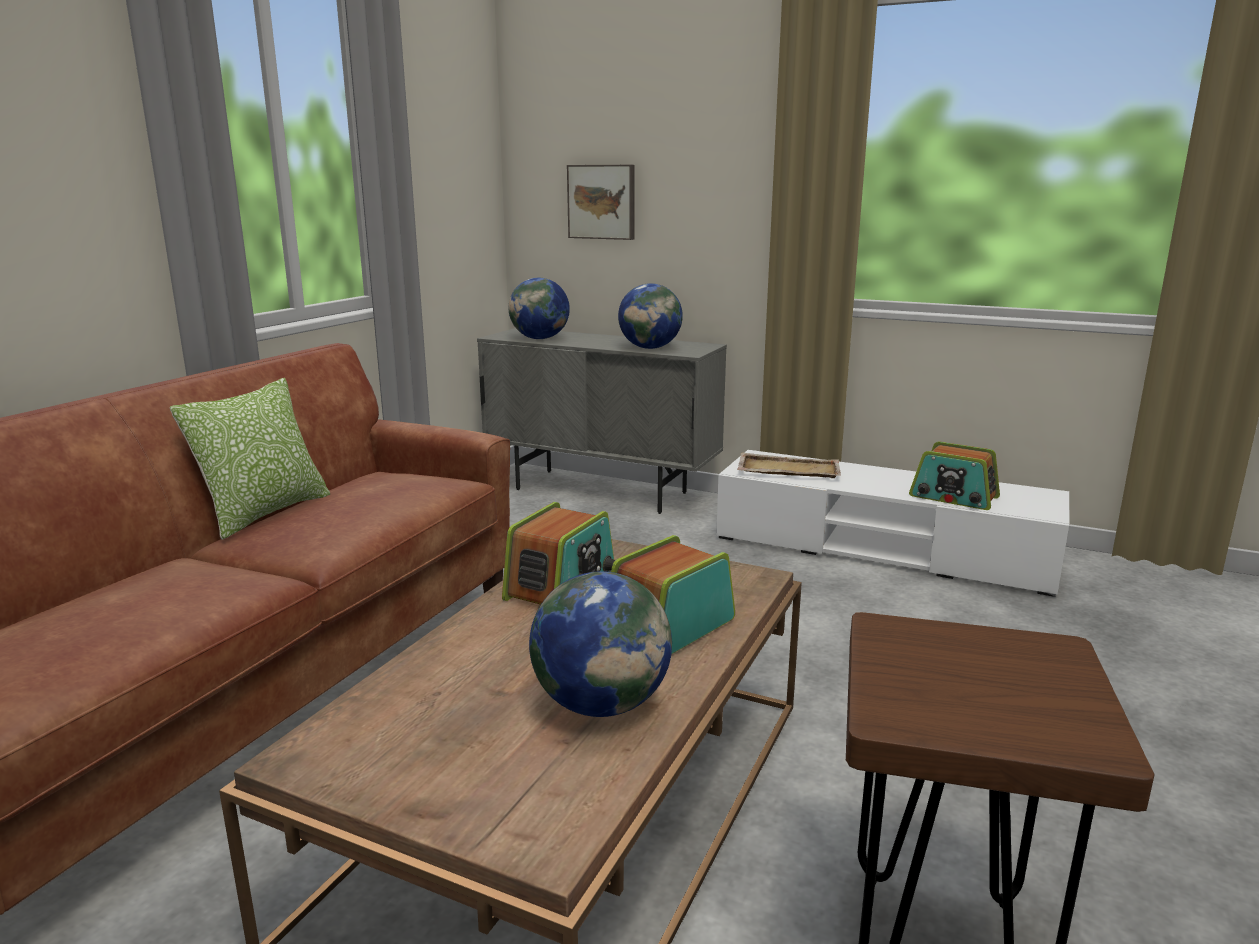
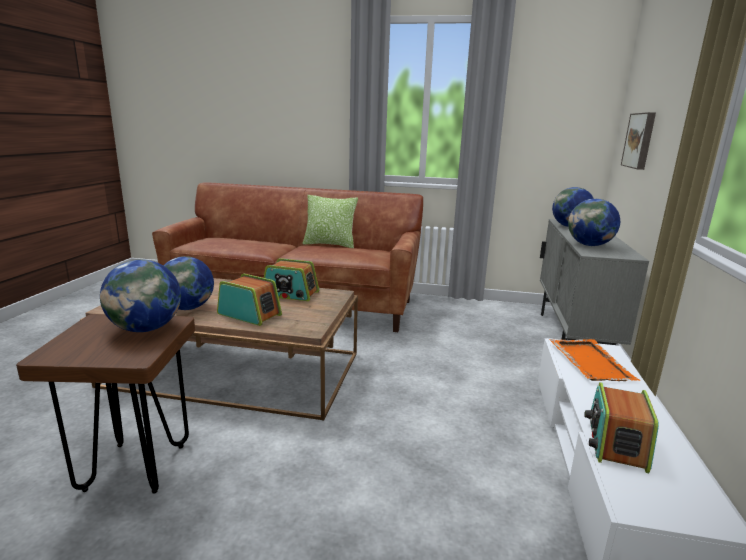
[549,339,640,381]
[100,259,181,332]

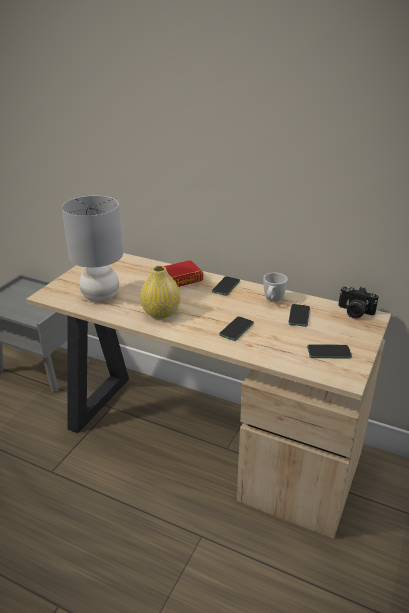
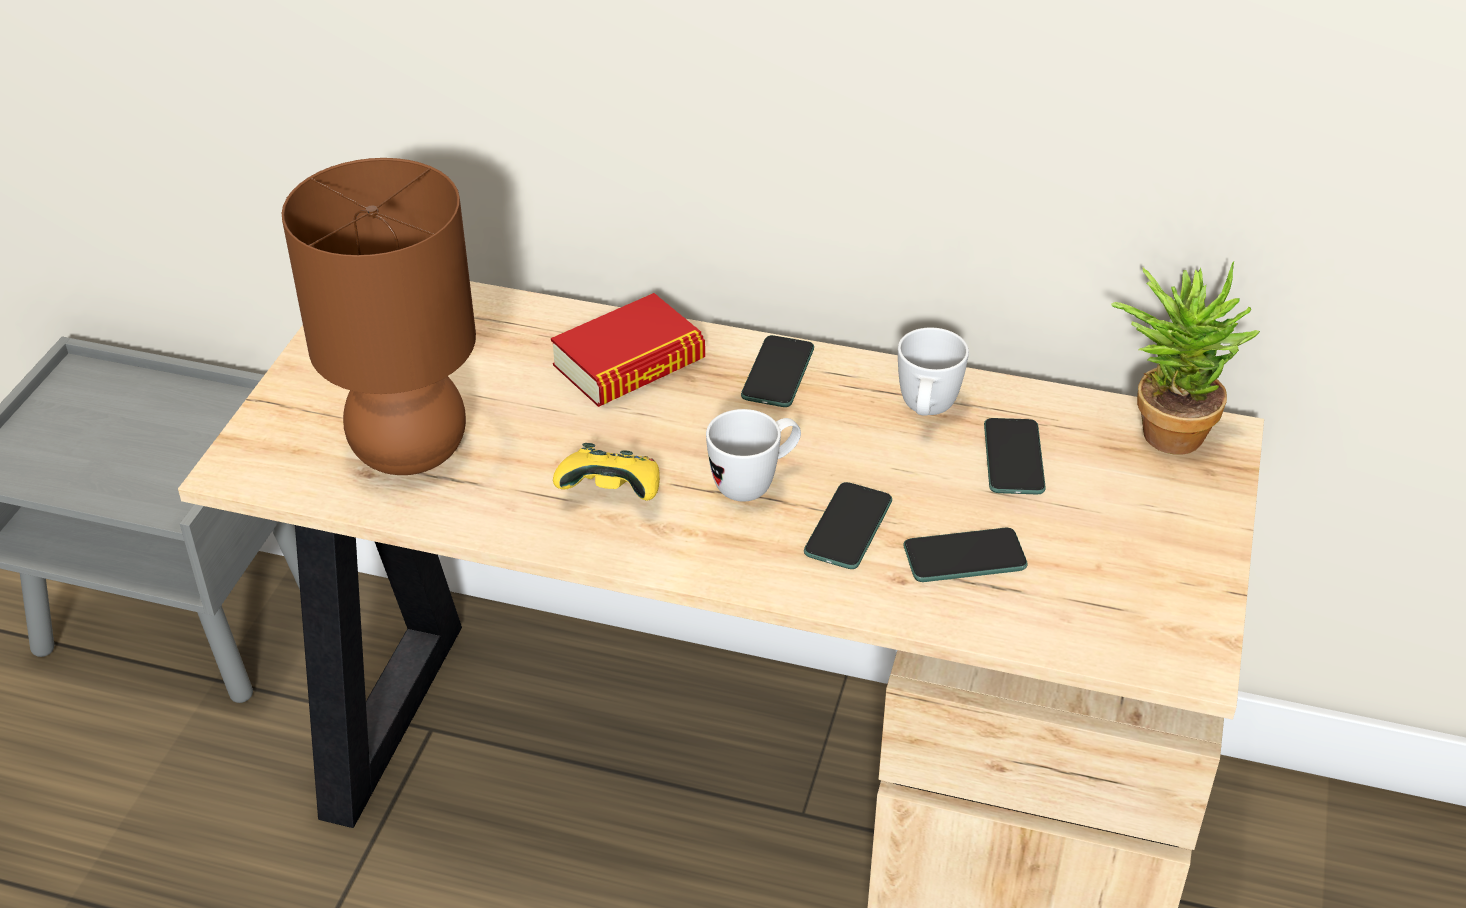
[282,158,476,475]
[553,443,660,500]
[1111,261,1260,455]
[903,528,1028,582]
[706,409,801,502]

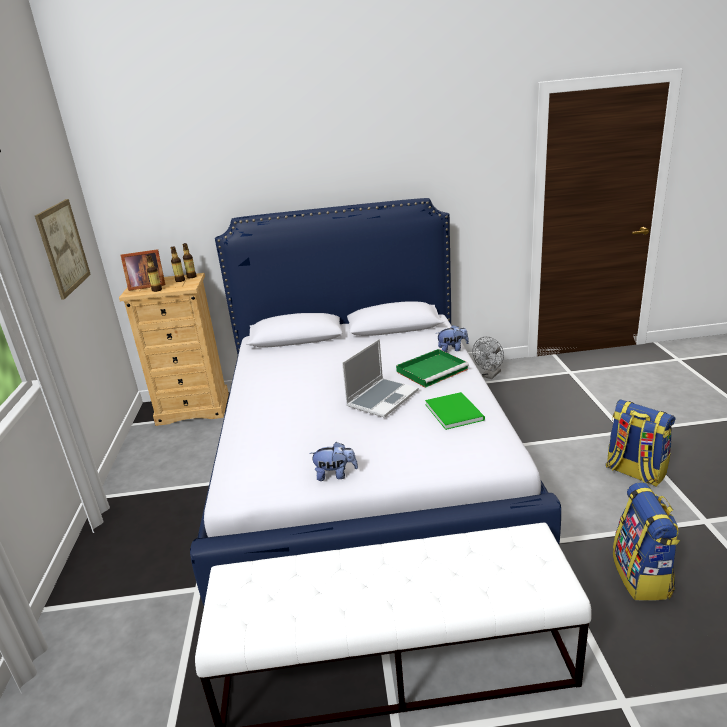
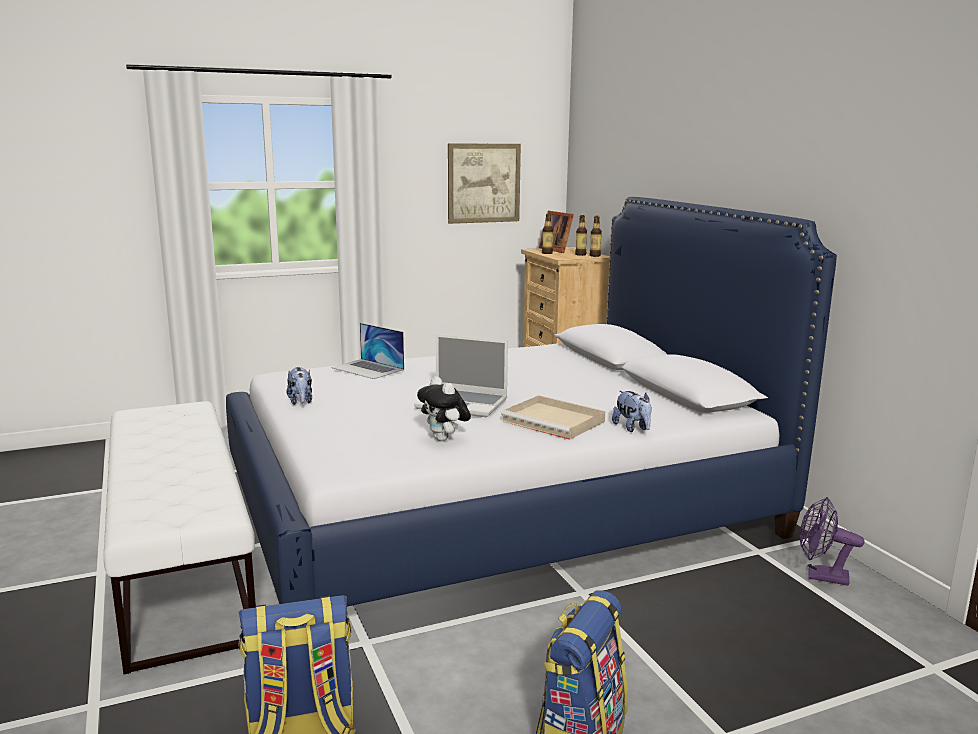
[800,497,865,586]
[501,395,605,440]
[417,376,471,441]
[331,323,404,379]

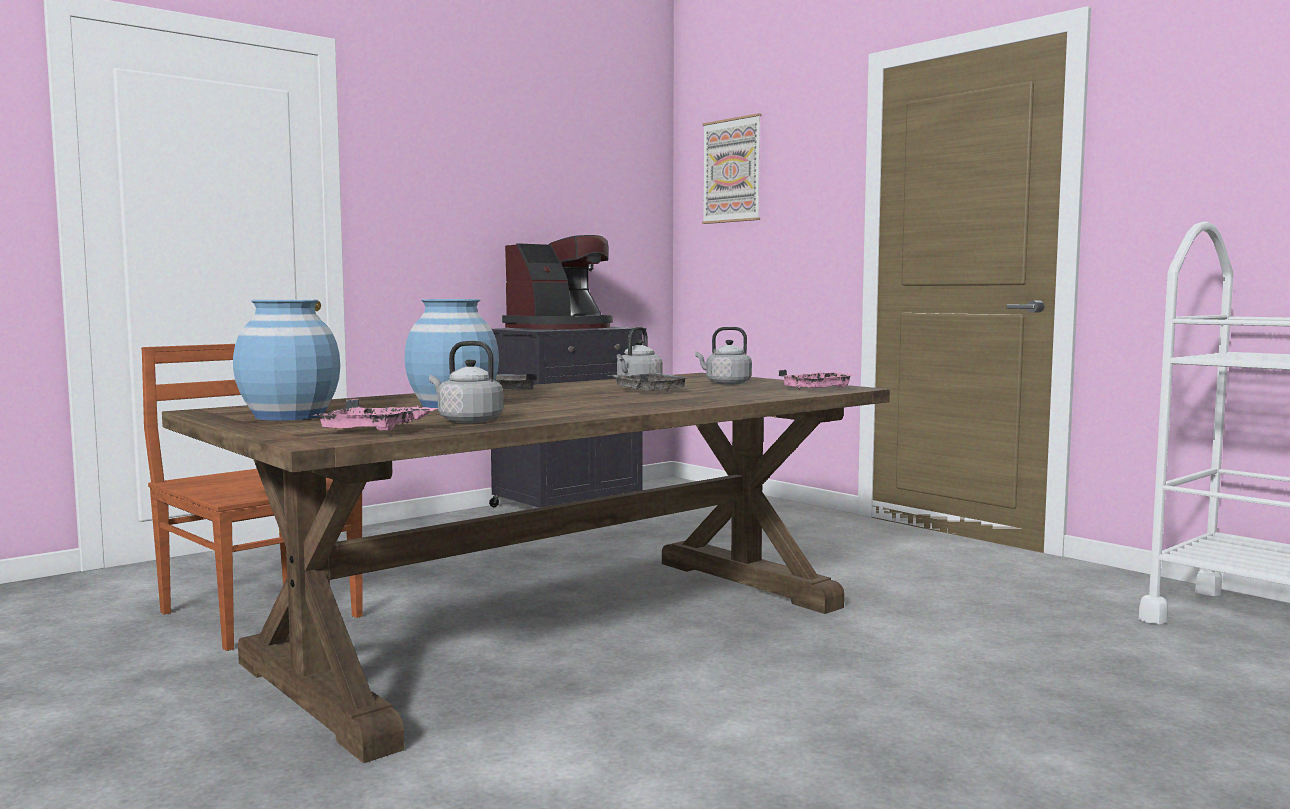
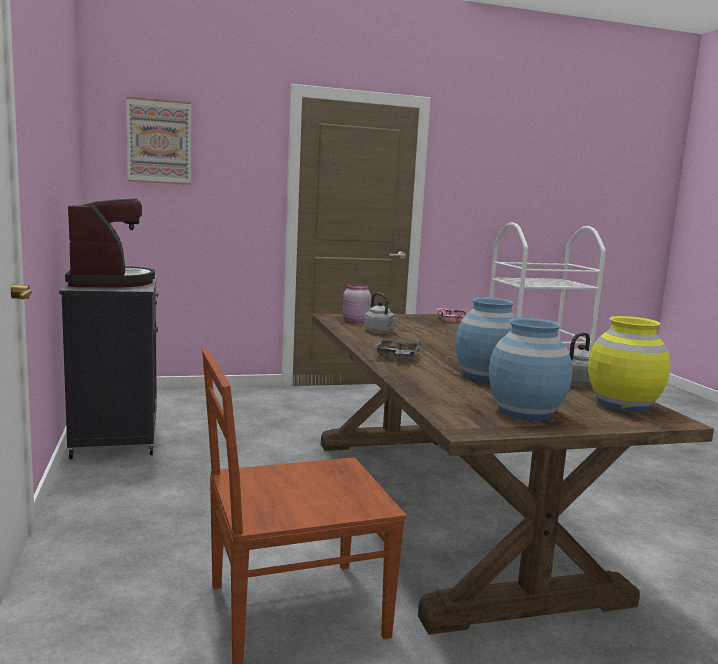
[695,327,752,385] (first image)
[610,373,688,392] (first image)
[588,316,671,412]
[343,284,371,323]

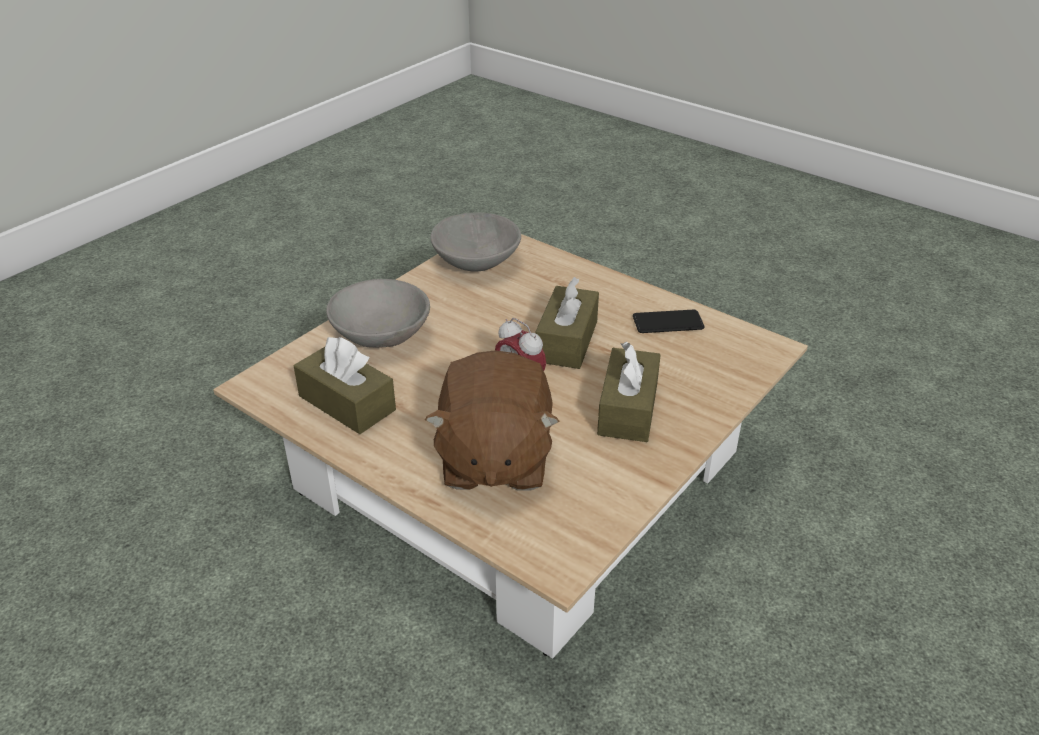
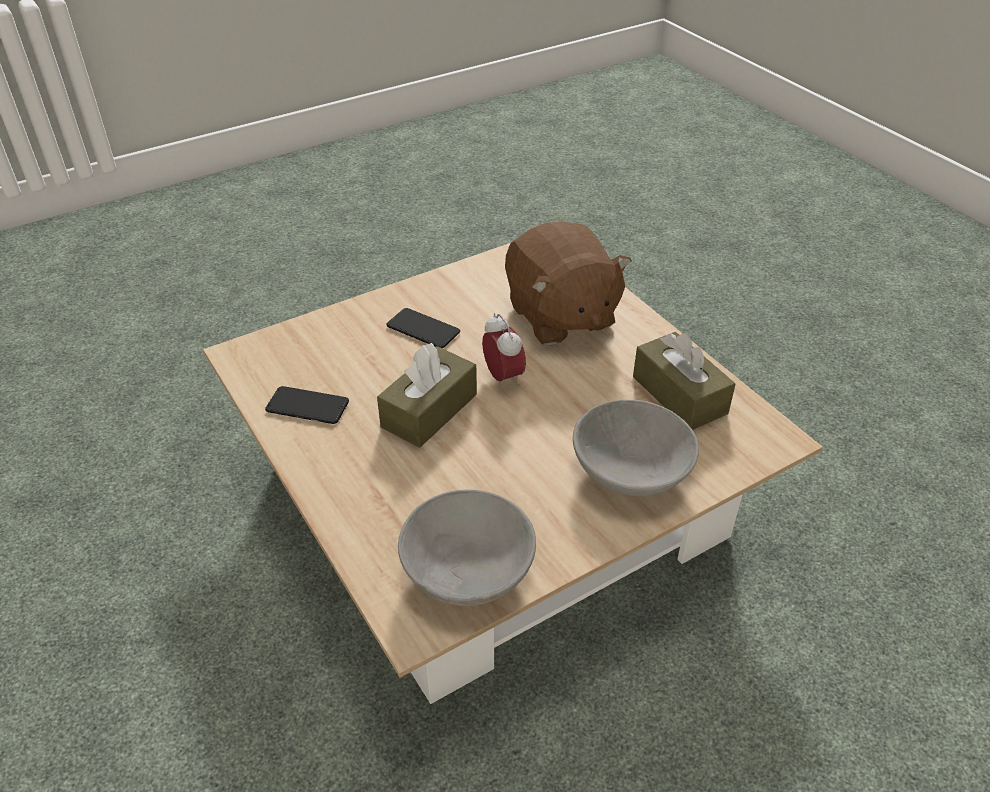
[386,308,460,348]
[505,222,632,345]

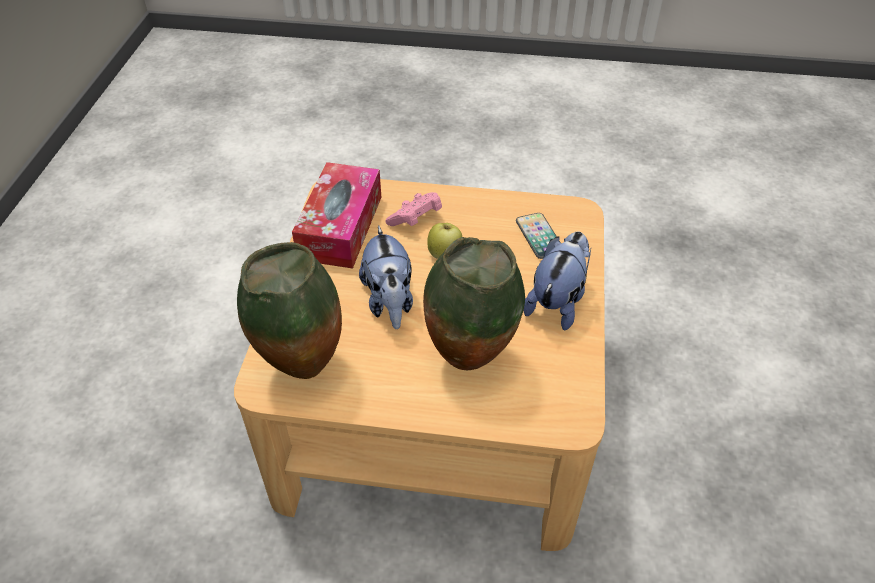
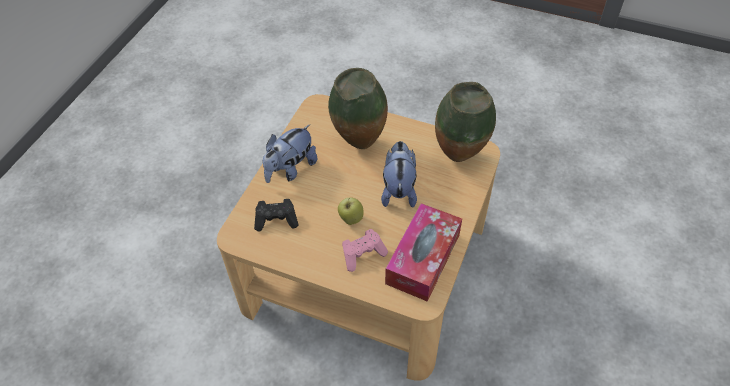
[254,199,299,232]

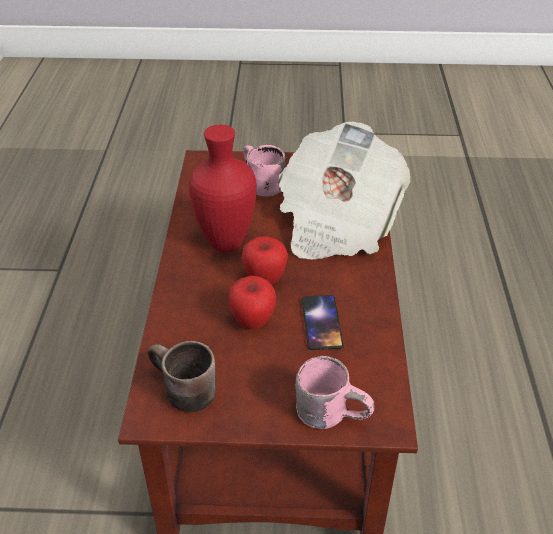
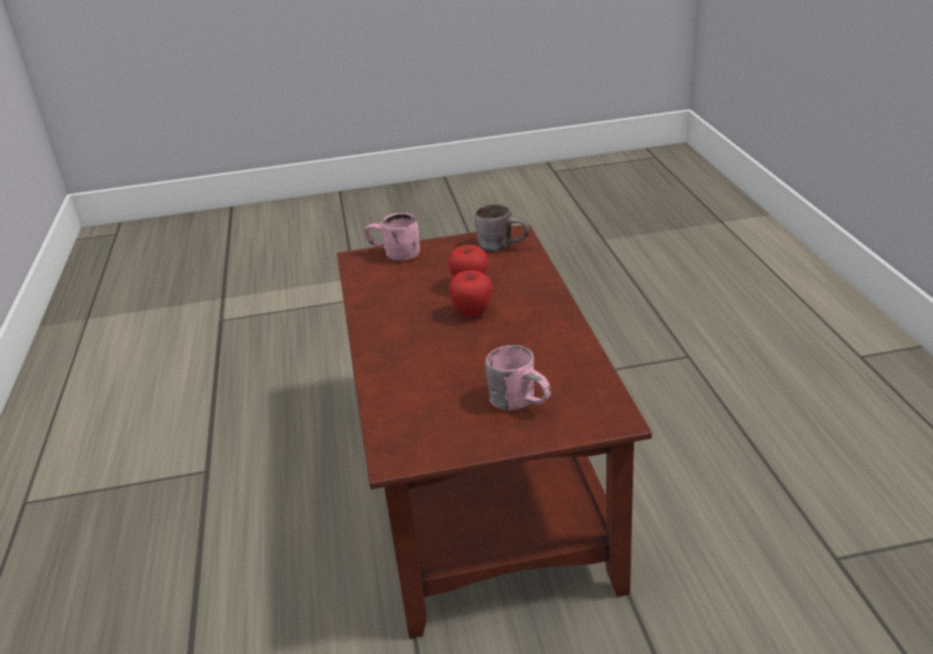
[278,122,411,260] (first image)
[189,125,257,252] (first image)
[302,295,344,350] (first image)

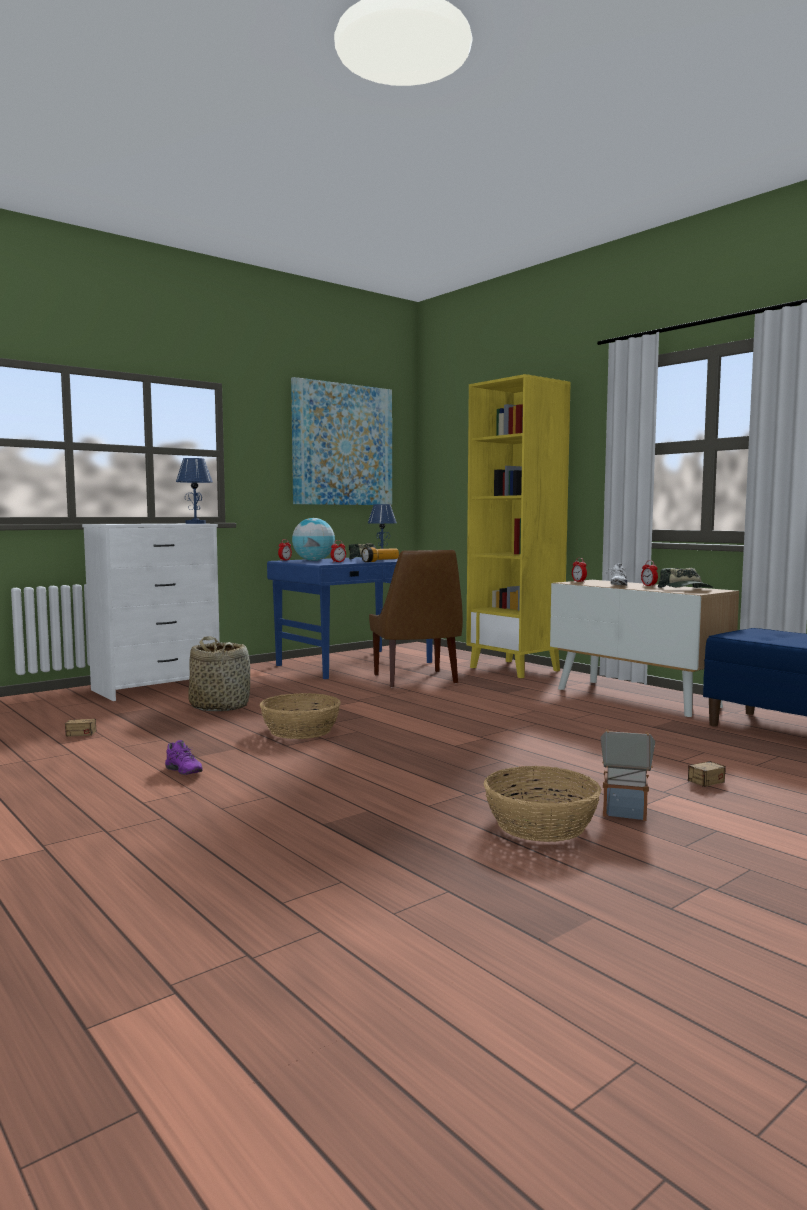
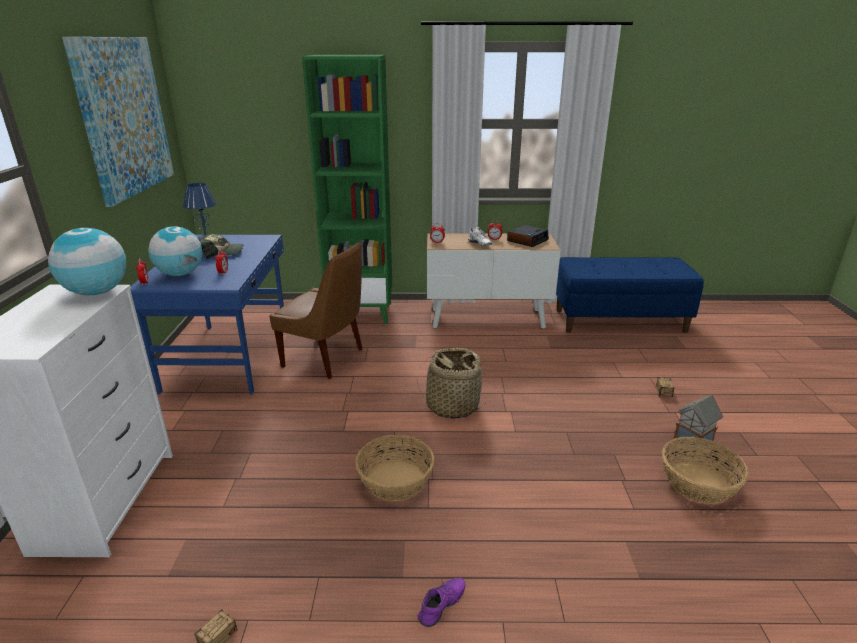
[302,55,392,324]
[48,228,126,295]
[361,547,399,562] (first image)
[507,225,549,247]
[417,348,486,419]
[417,578,466,627]

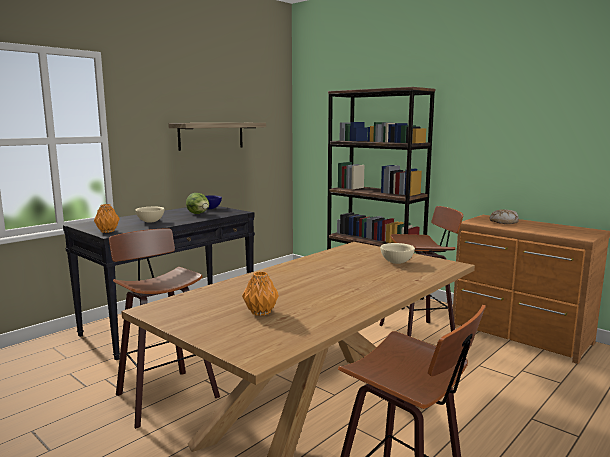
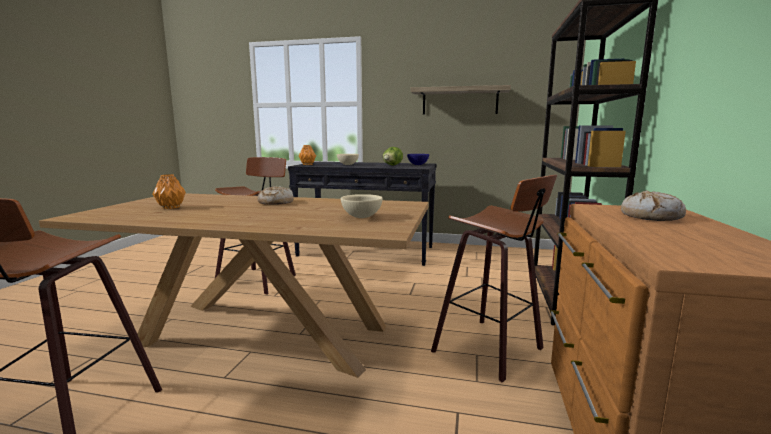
[257,186,294,205]

